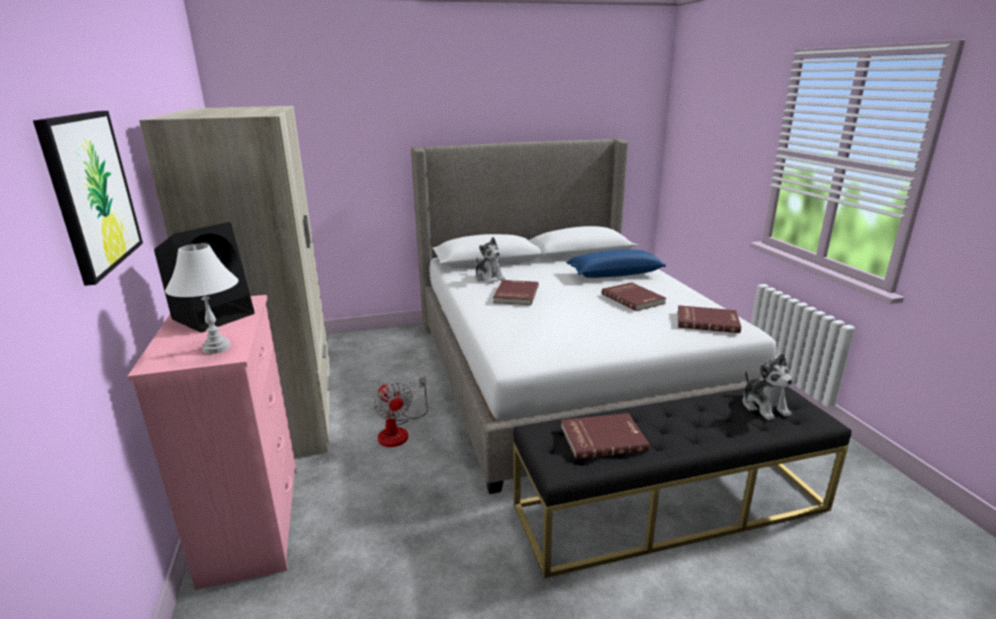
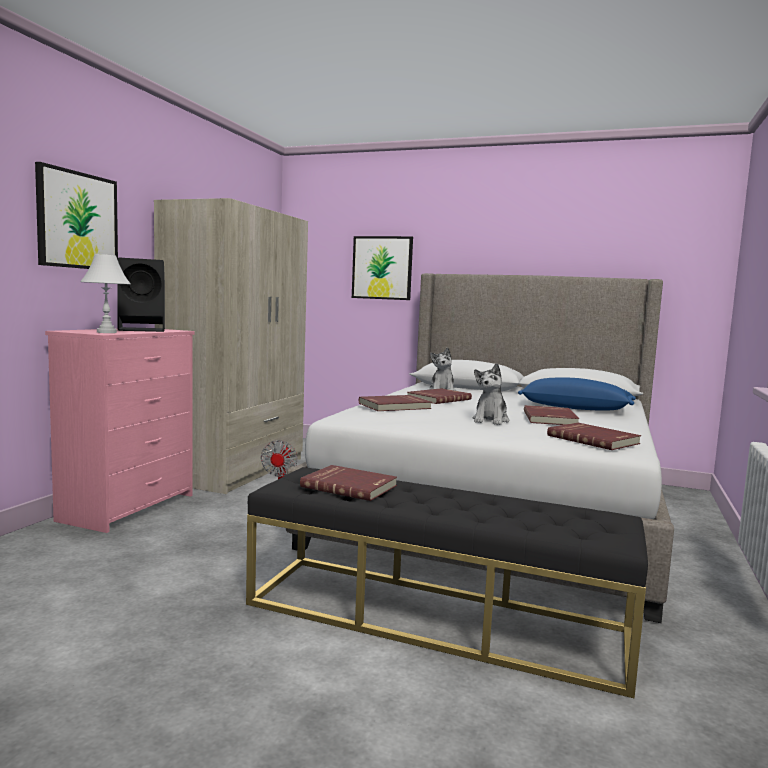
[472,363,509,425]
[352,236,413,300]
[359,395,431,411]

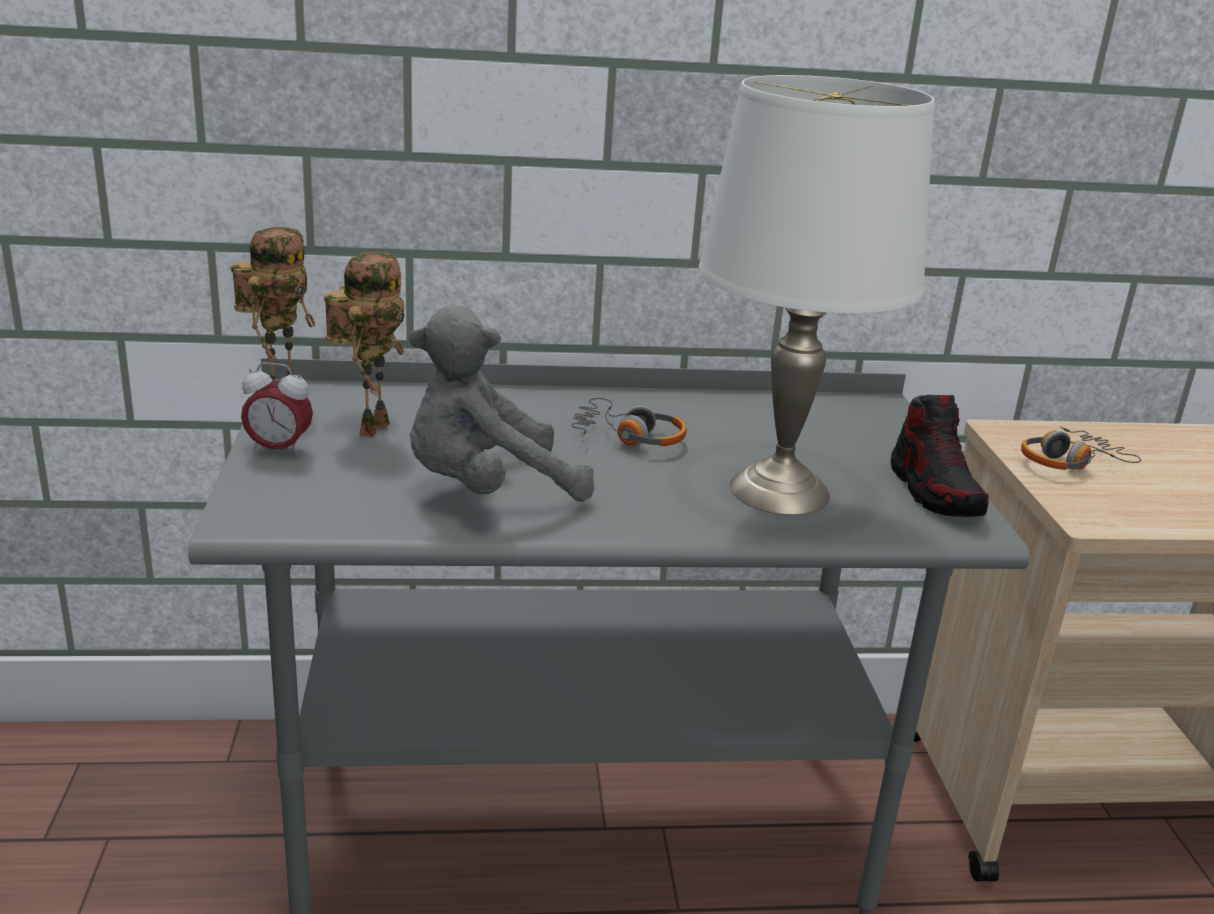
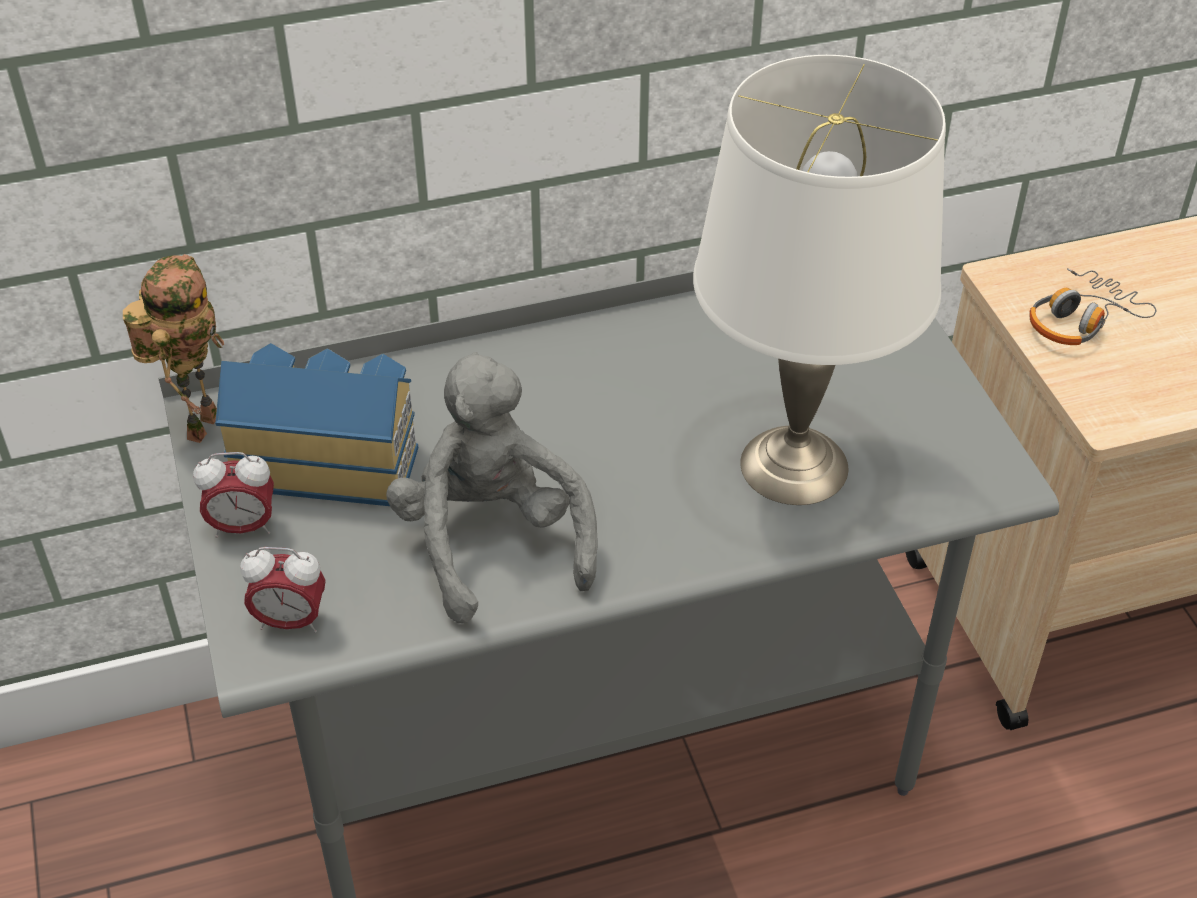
[215,343,418,506]
[386,352,597,623]
[891,395,989,517] (first image)
[571,398,687,446] (first image)
[241,547,326,633]

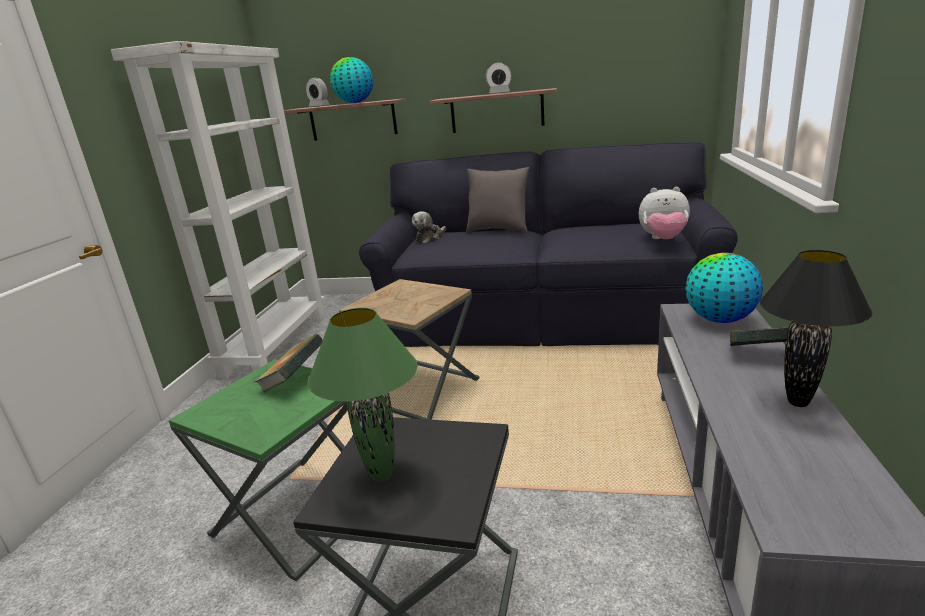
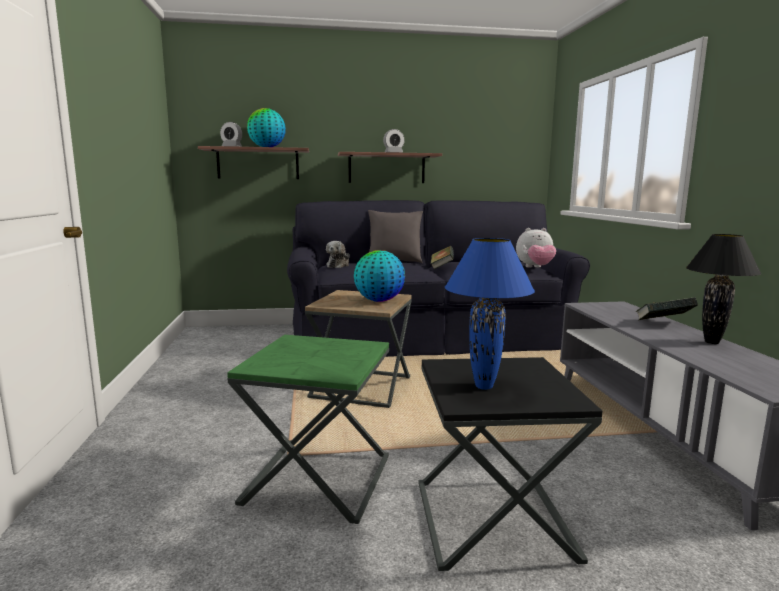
[111,41,325,379] (first image)
[354,250,405,302]
[445,238,535,390]
[431,246,453,269]

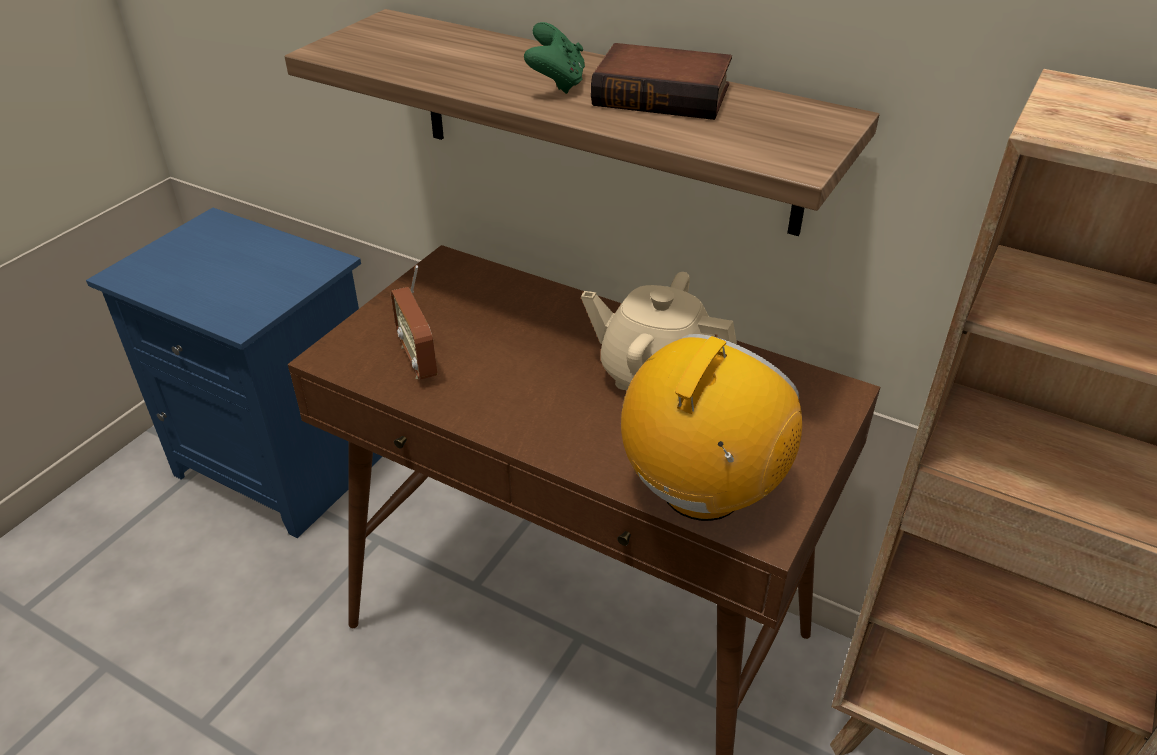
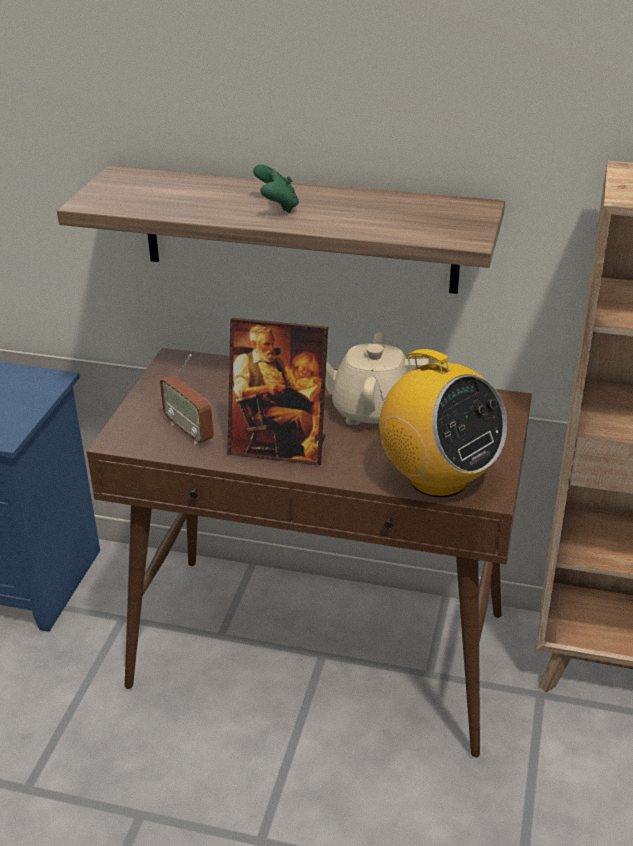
[591,43,732,120] (first image)
[371,349,507,497]
[227,318,328,466]

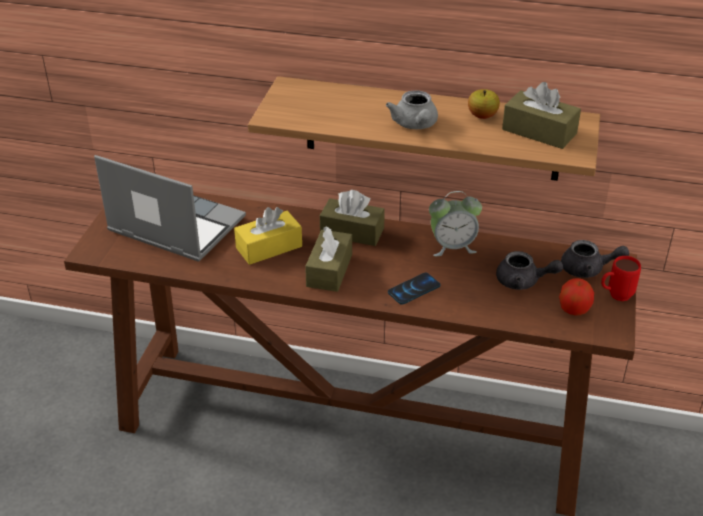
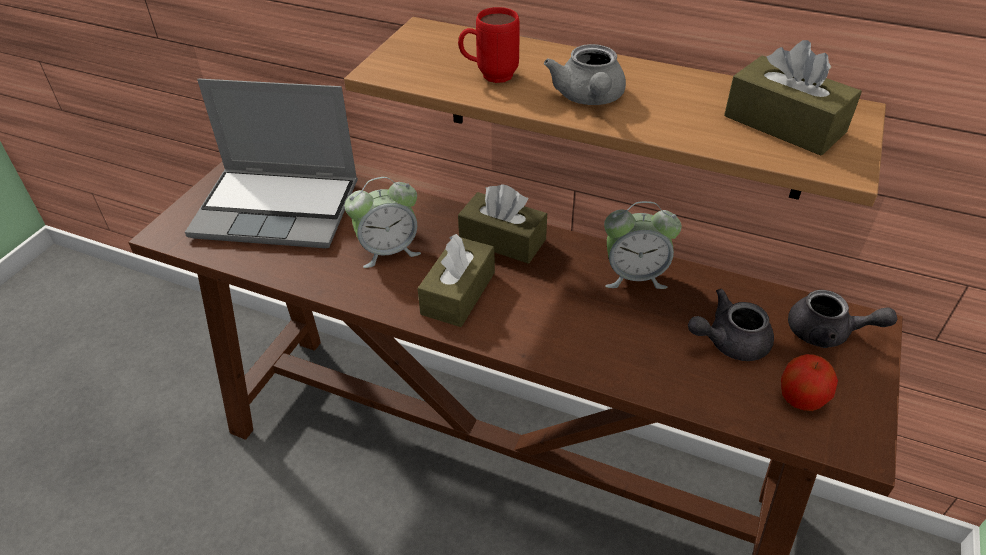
[468,89,500,119] (first image)
[185,79,358,248]
[345,177,421,268]
[688,289,774,361]
[458,7,520,83]
[388,272,441,305] (first image)

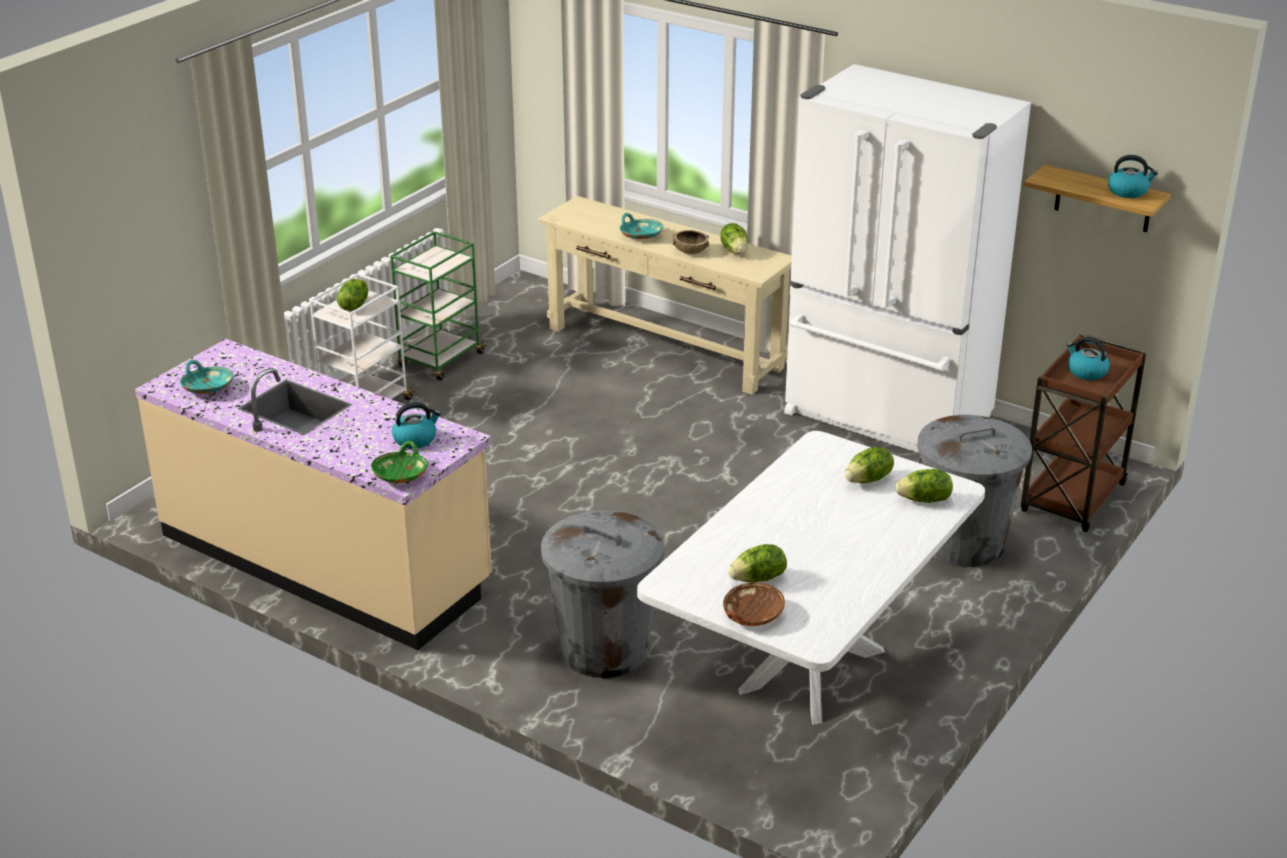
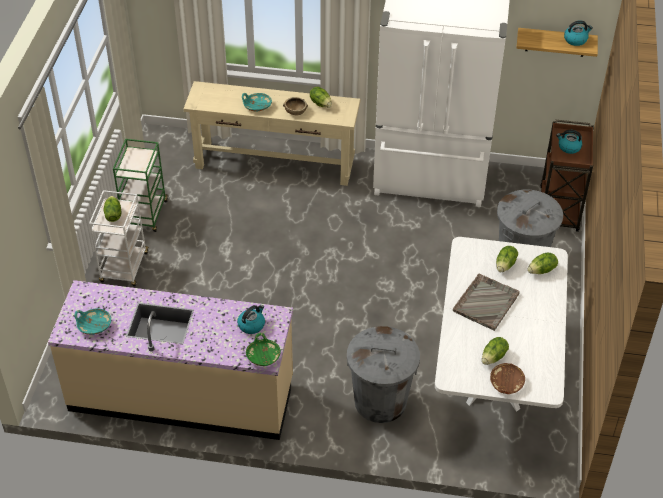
[453,274,520,331]

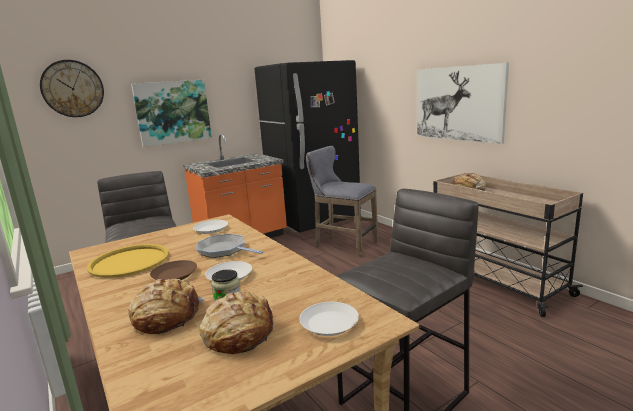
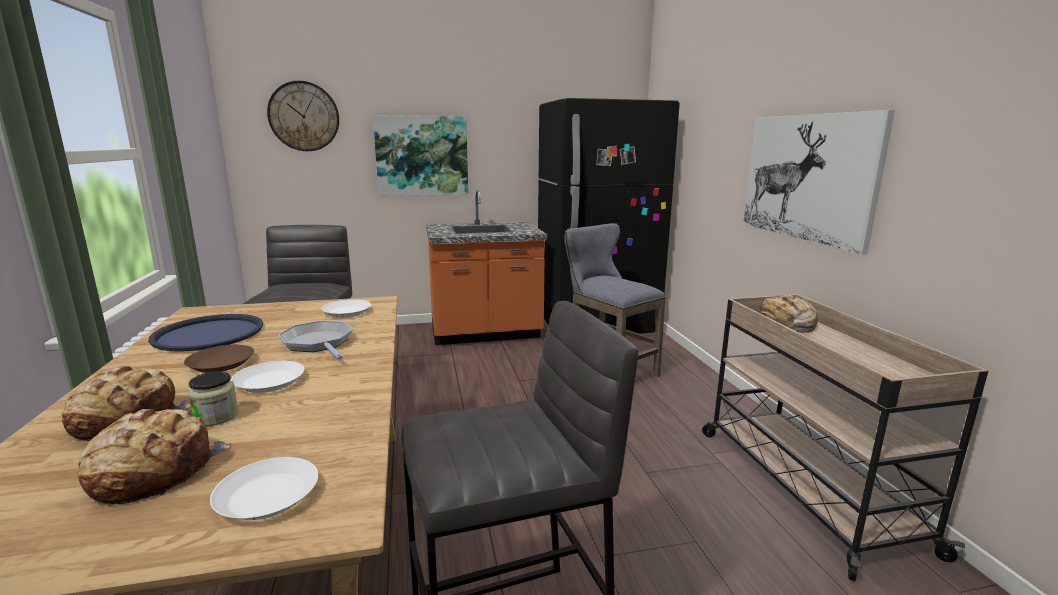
[148,314,263,352]

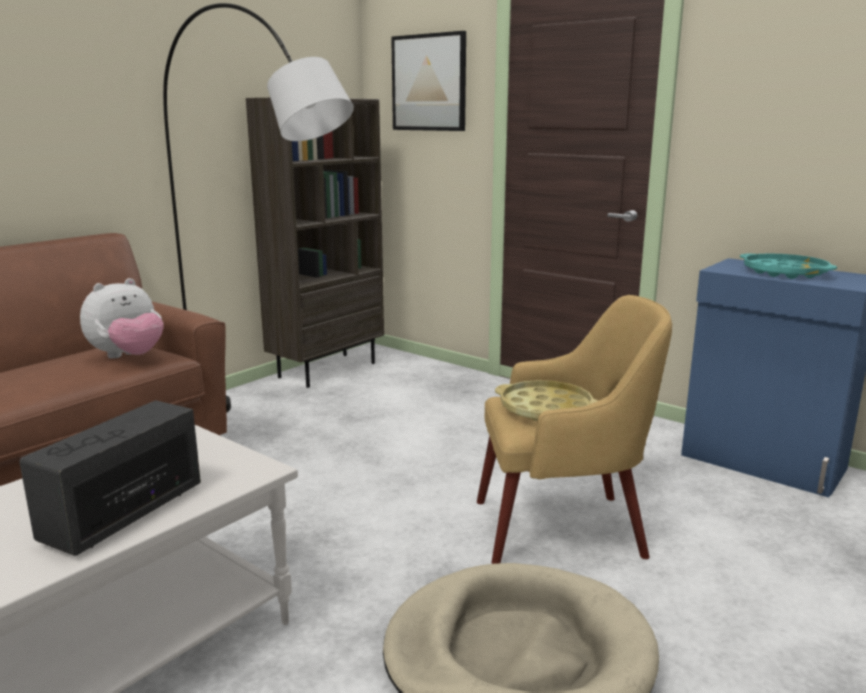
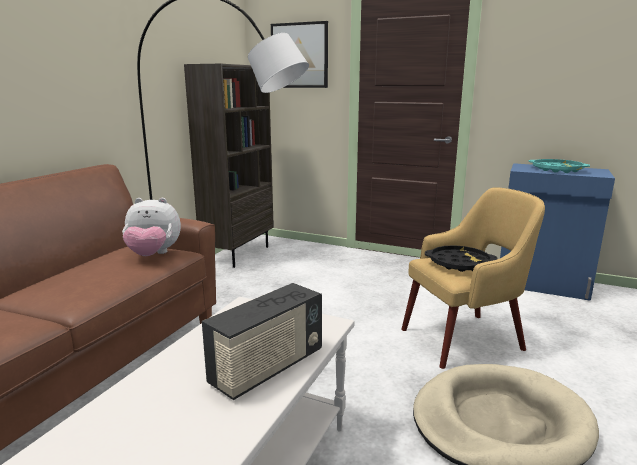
[122,198,181,256]
[425,245,497,272]
[202,283,322,400]

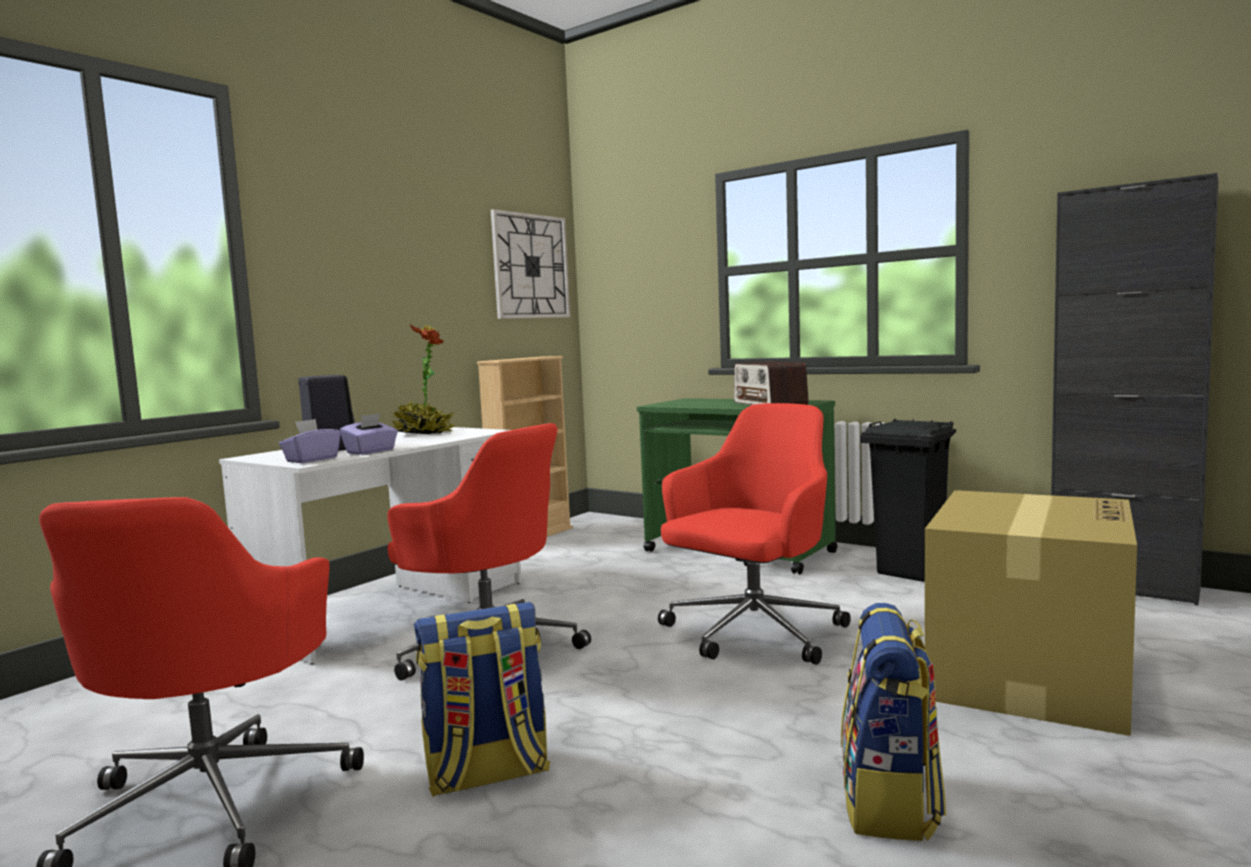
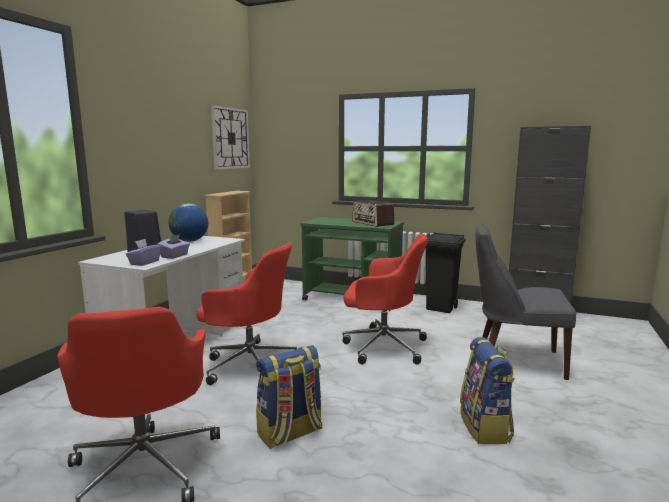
[168,204,208,242]
[342,234,428,364]
[475,225,576,380]

